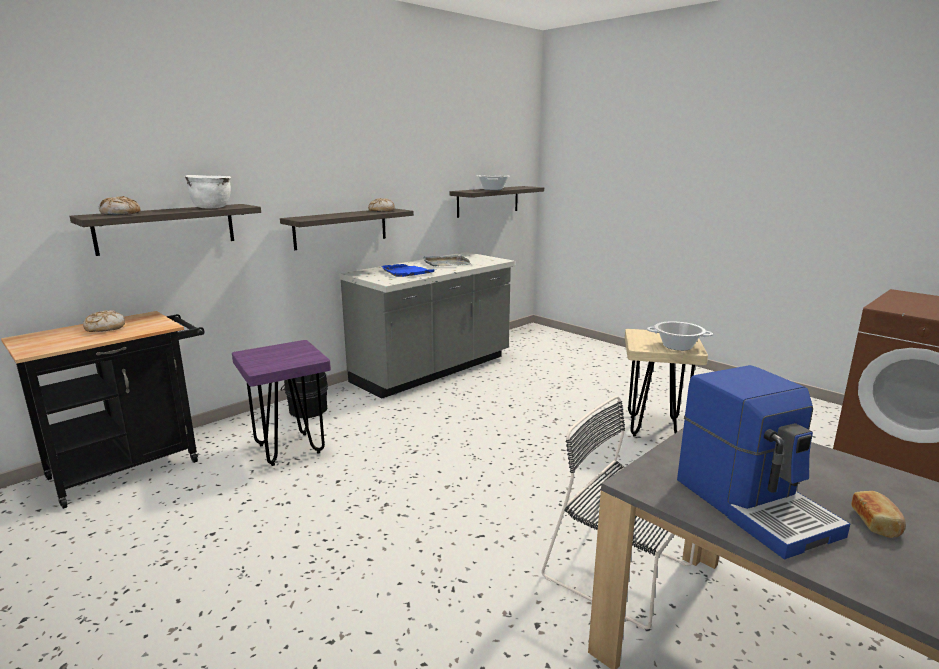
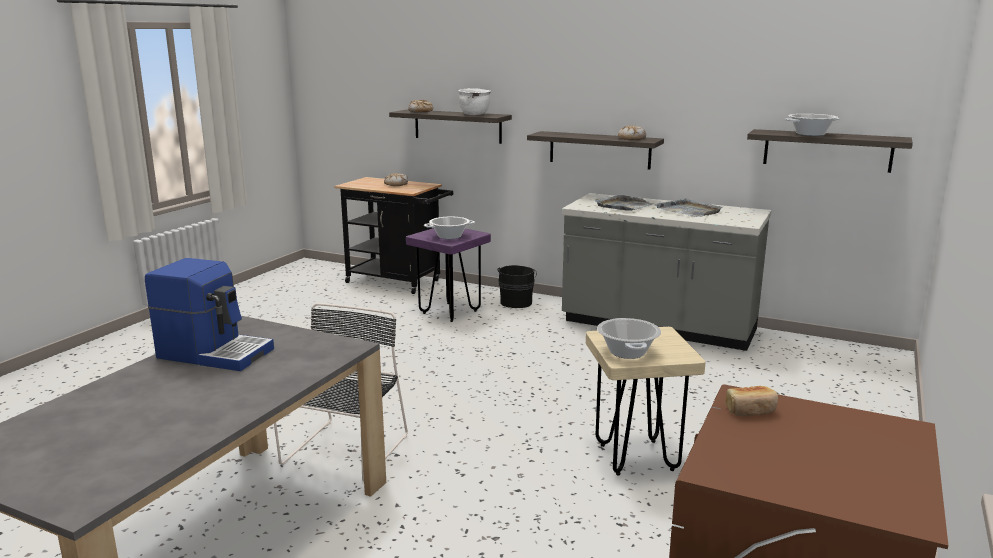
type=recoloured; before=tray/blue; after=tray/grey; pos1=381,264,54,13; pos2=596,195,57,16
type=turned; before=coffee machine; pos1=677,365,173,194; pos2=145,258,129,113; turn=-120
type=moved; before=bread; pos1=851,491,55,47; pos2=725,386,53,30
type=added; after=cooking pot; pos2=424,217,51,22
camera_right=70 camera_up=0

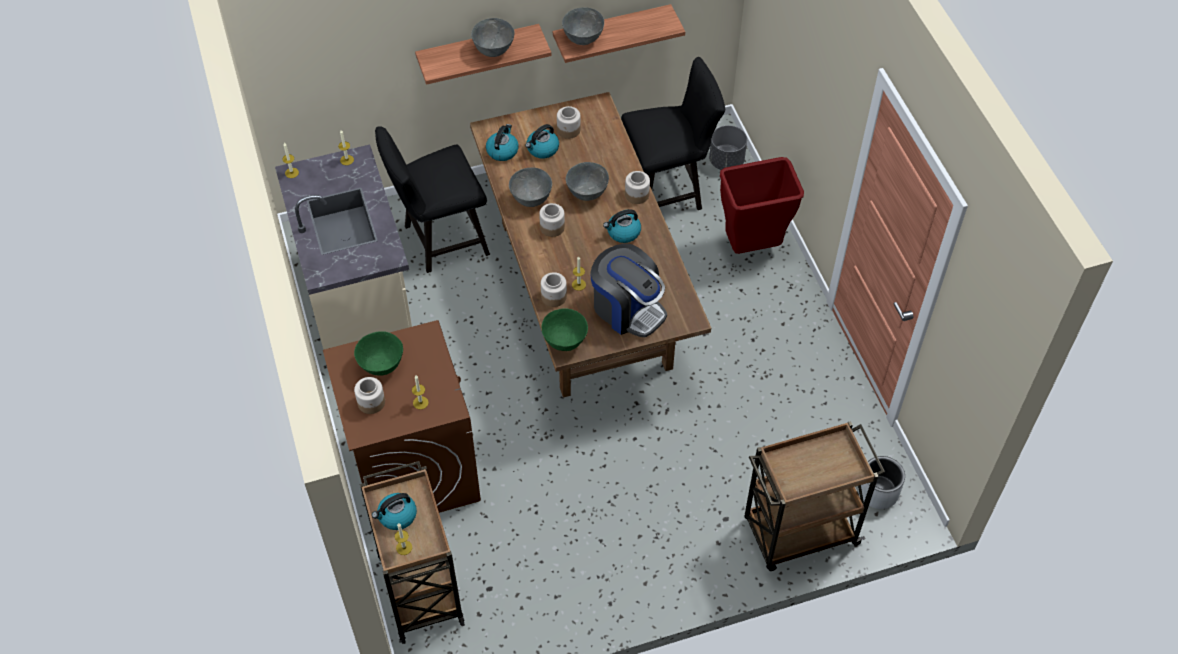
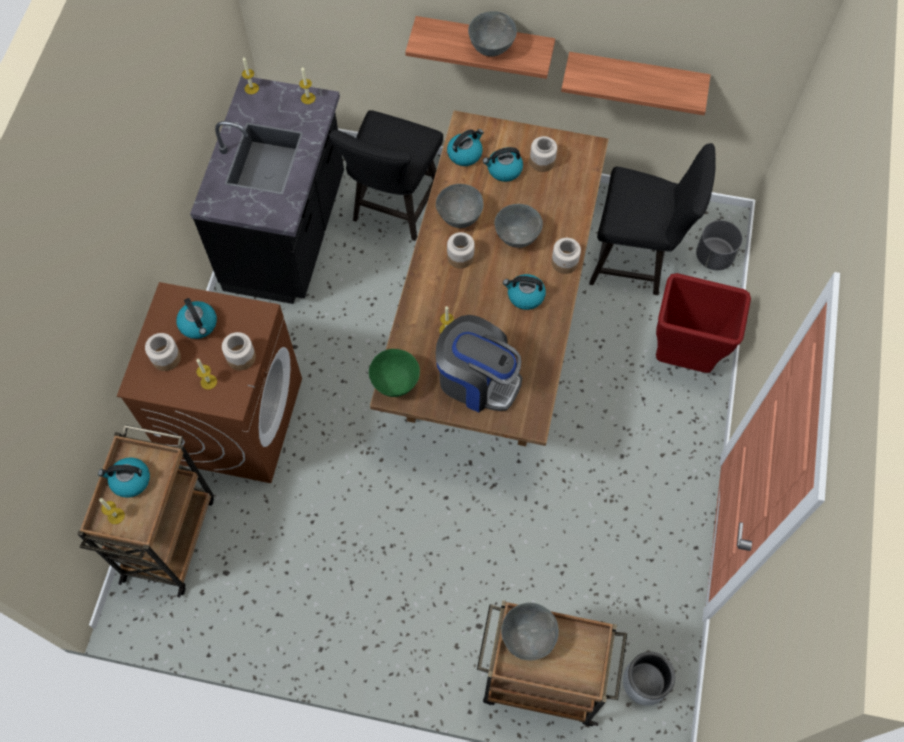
type=recoloured; before=counter/beige; after=counter/black; pos1=275,144,137,206; pos2=190,75,154,229
type=replaced; before=bowl/green; after=kettle; pos1=354,331,49,45; pos2=176,298,41,41
type=turned; before=chair/black; pos1=375,126,115,147; pos2=329,110,114,131; turn=-75
type=moved; before=jar; pos1=541,272,26,35; pos2=222,332,34,38
type=moved; before=bowl/grey; pos1=562,7,42,38; pos2=501,603,58,57
type=turned; before=coffee machine; pos1=590,243,77,94; pos2=436,315,86,98; turn=-45
camera_right=30 camera_up=10

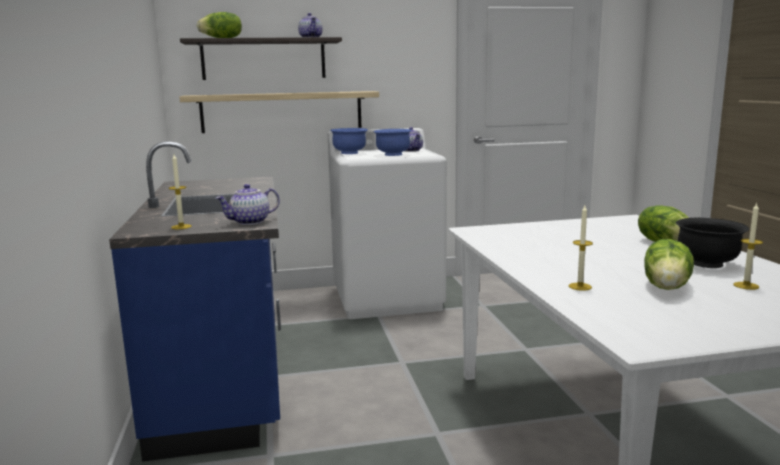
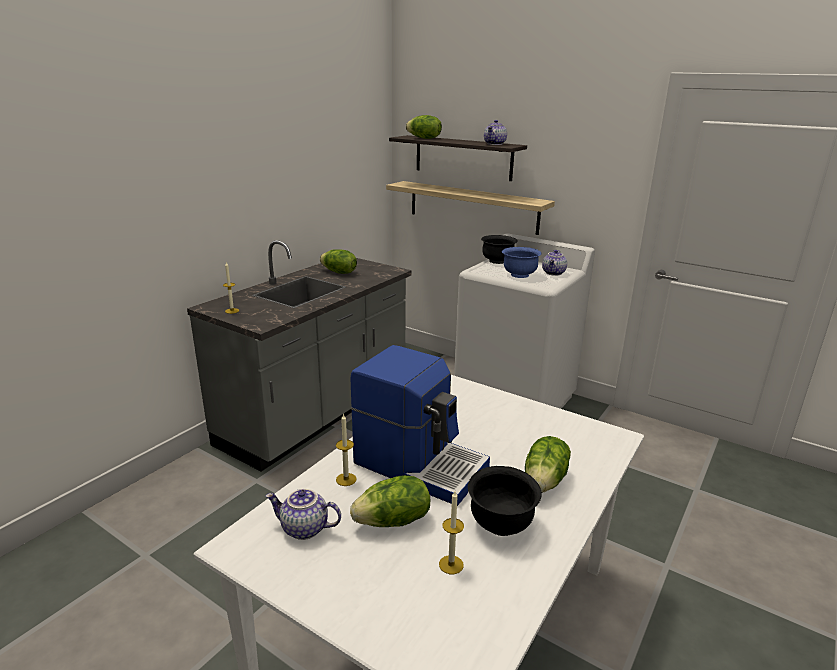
type=recoloured; before=counter/blue; after=counter/grey; pos1=109,142,172,320; pos2=187,240,224,232
type=moved; before=teapot; pos1=216,184,64,41; pos2=266,489,75,51
type=recoloured; before=bowl/blue; after=bowl/black; pos1=330,128,38,26; pos2=481,235,37,29
type=added; after=lettuce; pos2=320,249,37,25
type=added; after=coffee machine; pos2=351,345,139,161
camera_right=45 camera_up=10

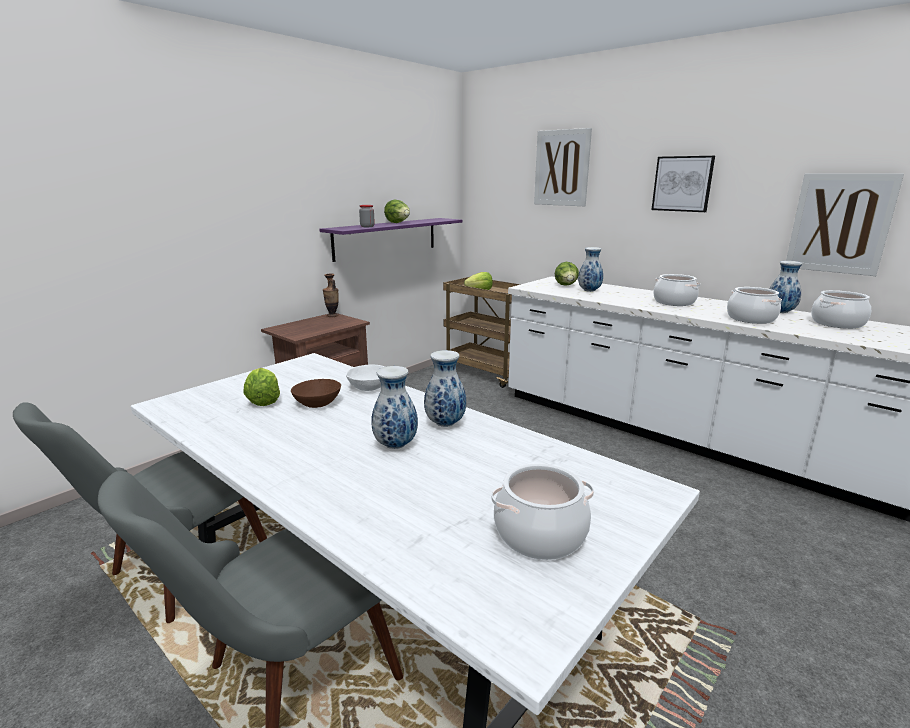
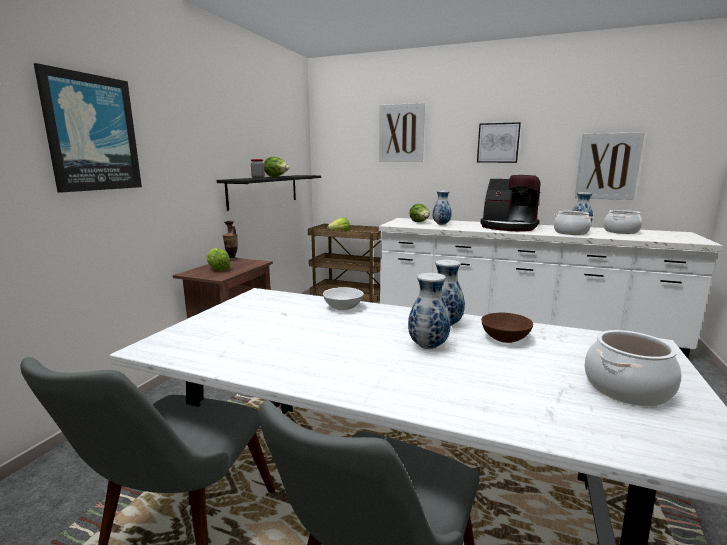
type=moved; before=lettuce; pos1=243,368,37,38; pos2=206,248,24,23
type=moved; before=bowl/brown; pos1=291,379,50,29; pos2=481,312,52,31
type=recoloured; before=shelf/purple; after=shelf/black; pos1=319,218,143,44; pos2=217,175,104,36
type=replaced; before=cooking pot; after=coffee machine; pos1=653,274,47,32; pos2=481,175,59,57
type=added; after=picture; pos2=34,63,108,130
camera_right=-20 camera_up=-5

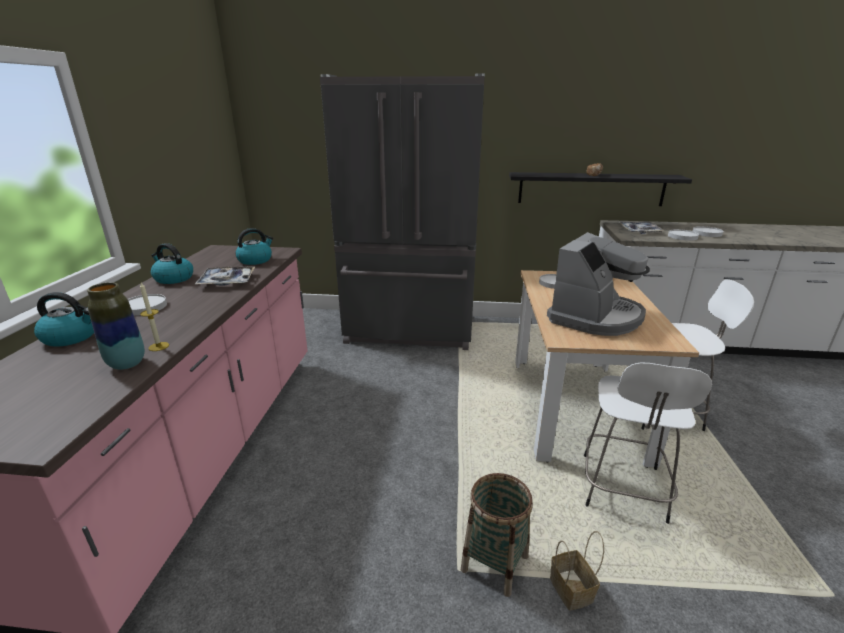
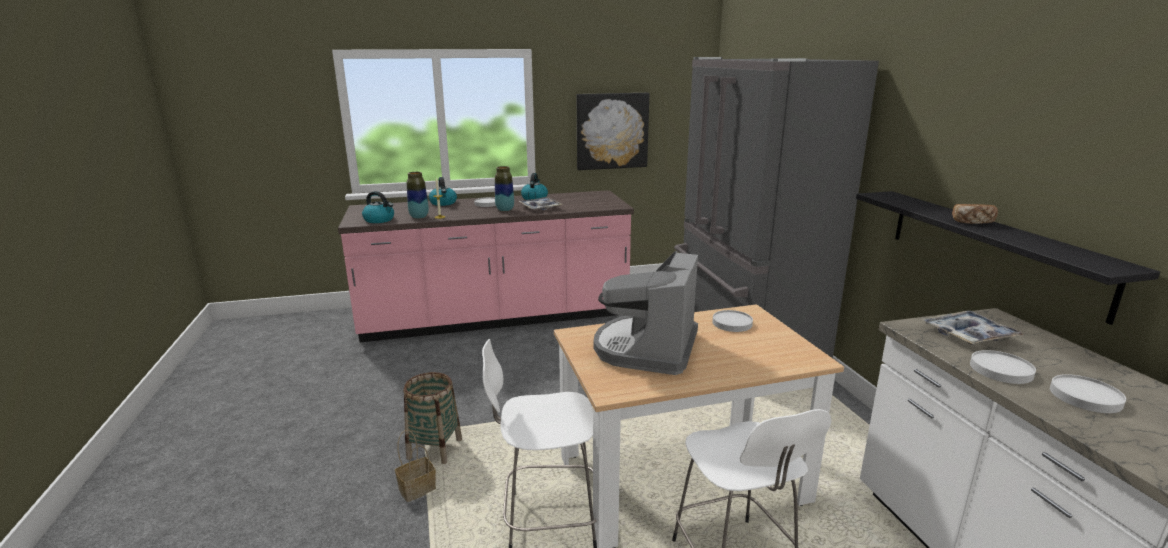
type=moved; before=kettle; pos1=236,228,37,37; pos2=362,191,32,32
type=turned; before=coffee machine; pos1=547,232,103,104; pos2=594,251,104,124; turn=90
type=added; after=vase; pos2=495,166,19,45
type=added; after=picture; pos2=577,93,73,77
camera_right=70 camera_up=-5

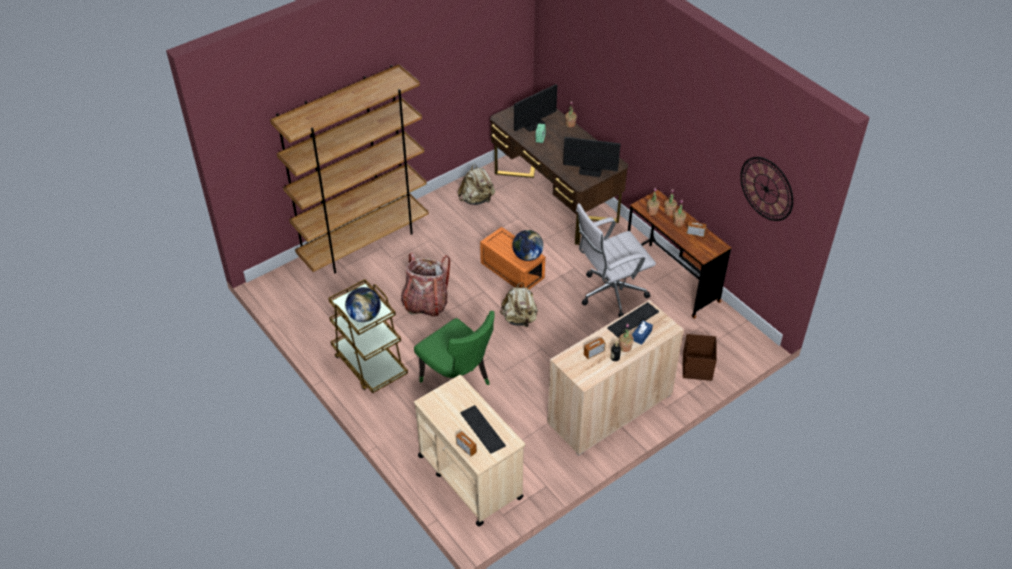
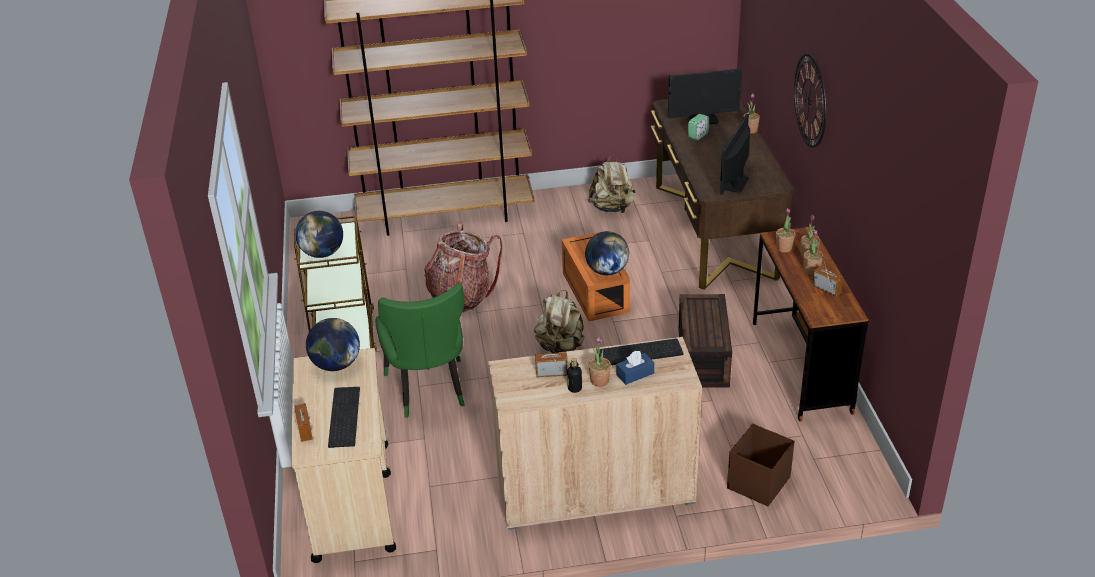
type=turned; before=monitor; pos1=563,137,58,40; pos2=720,114,30,81; turn=75
type=replaced; before=office chair/white; after=storage box/brown; pos1=576,203,80,115; pos2=678,294,54,94
type=moved; before=wall clock; pos1=740,157,53,64; pos2=794,54,32,94
type=added; after=globe; pos2=306,318,54,53
camera_right=30 camera_up=-10

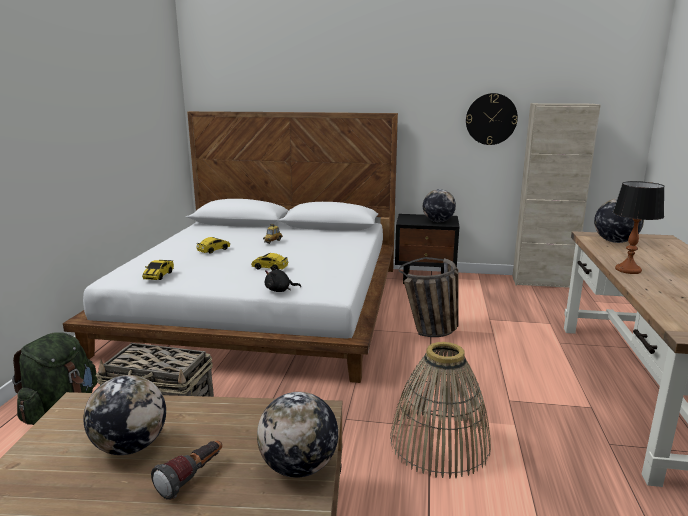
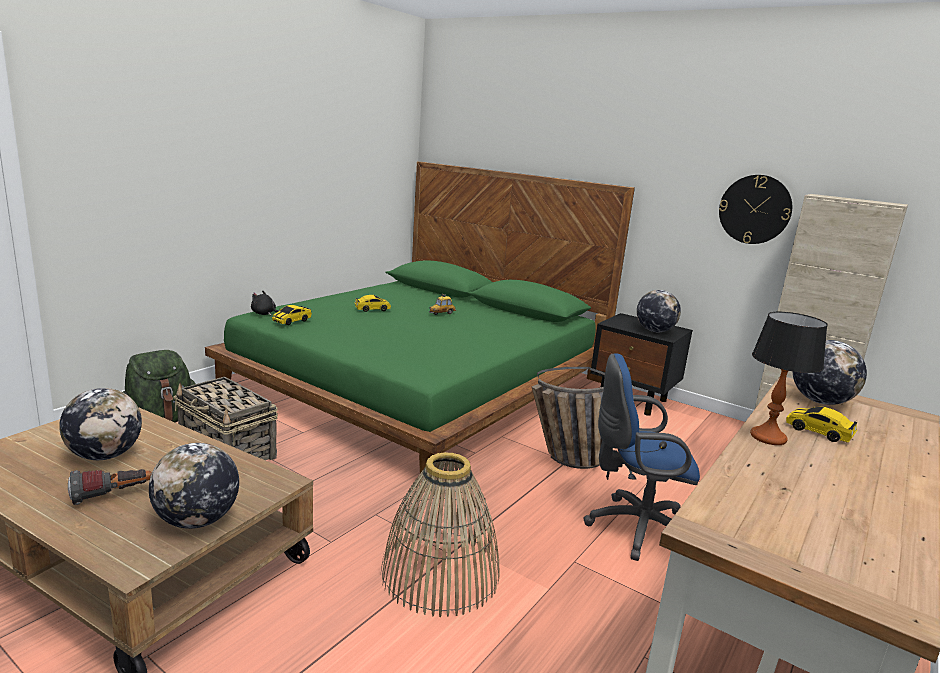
type=recoloured; before=bed/white; after=bed/green; pos1=63,111,335,272; pos2=205,162,430,319
type=moved; before=toy car; pos1=251,253,37,17; pos2=786,407,72,36
type=moved; before=plush toy/black; pos1=265,266,36,26; pos2=251,291,28,25
type=added; after=office chair/blue; pos2=584,353,116,208
camera_right=25 camera_up=0

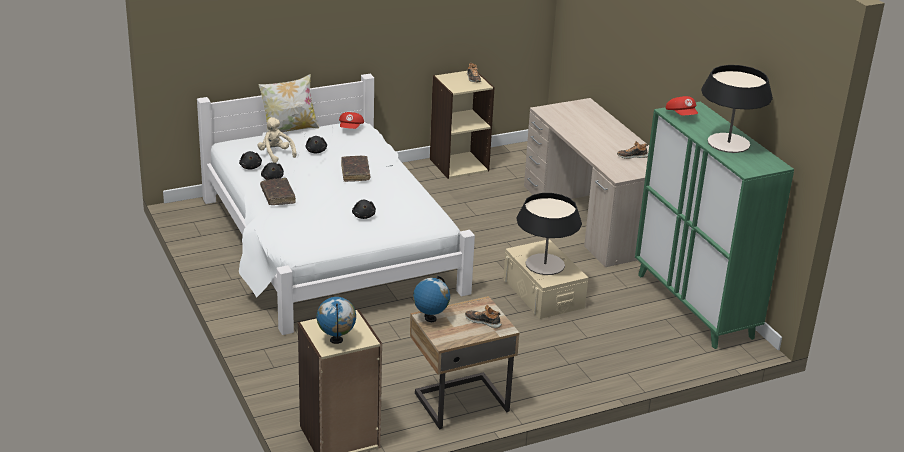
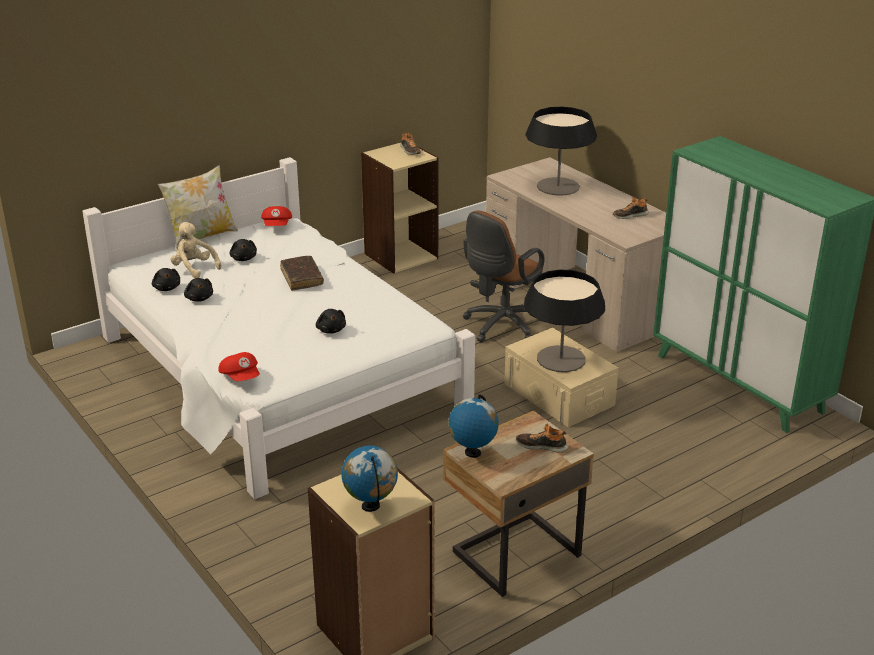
type=removed; before=book/brown; pos1=260,178,36,27
type=moved; before=cap/red; pos1=666,96,32,19; pos2=218,352,42,29
type=moved; before=table lamp; pos1=701,65,72,88; pos2=525,107,72,89
type=added; after=office chair/brown; pos2=463,211,82,131
camera_right=-10 camera_up=0

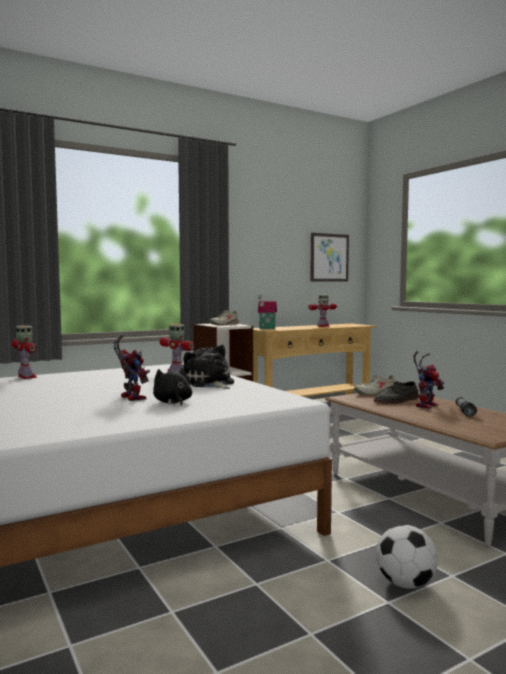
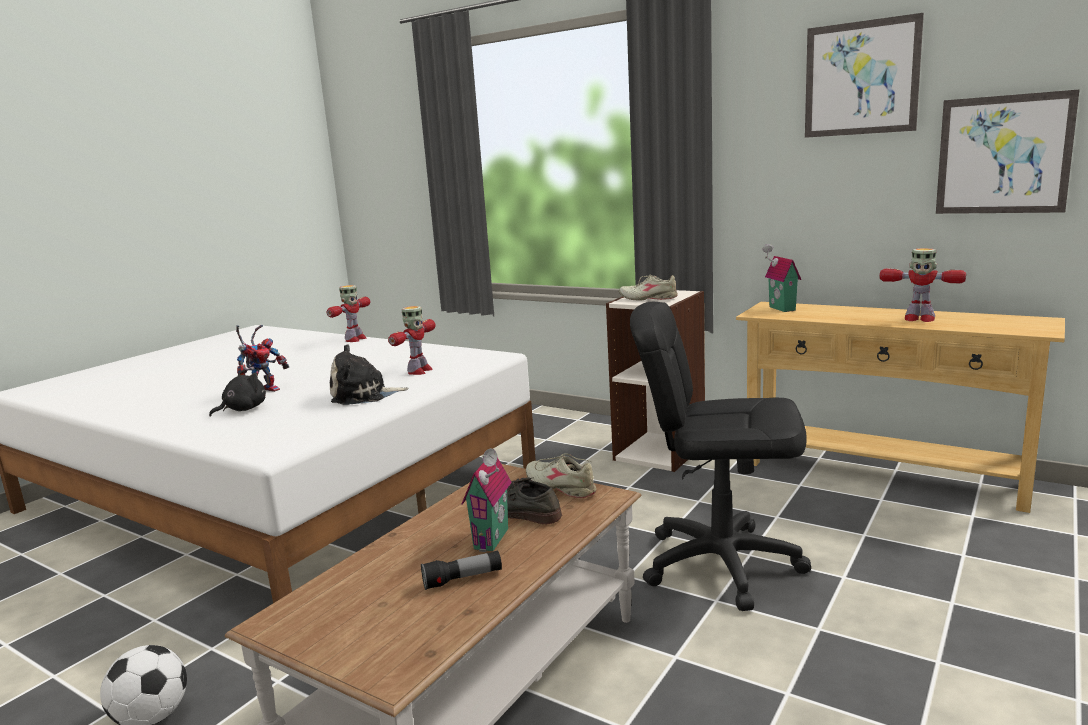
type=turned; before=plush toy; pos1=183,345,51,44; pos2=330,344,79,61; turn=-135
type=replaced; before=toy robot; after=toy house; pos1=413,351,31,58; pos2=461,448,51,104
type=added; after=office chair/black; pos2=630,302,181,309
type=added; after=picture; pos2=805,13,119,125
camera_right=65 camera_up=10

